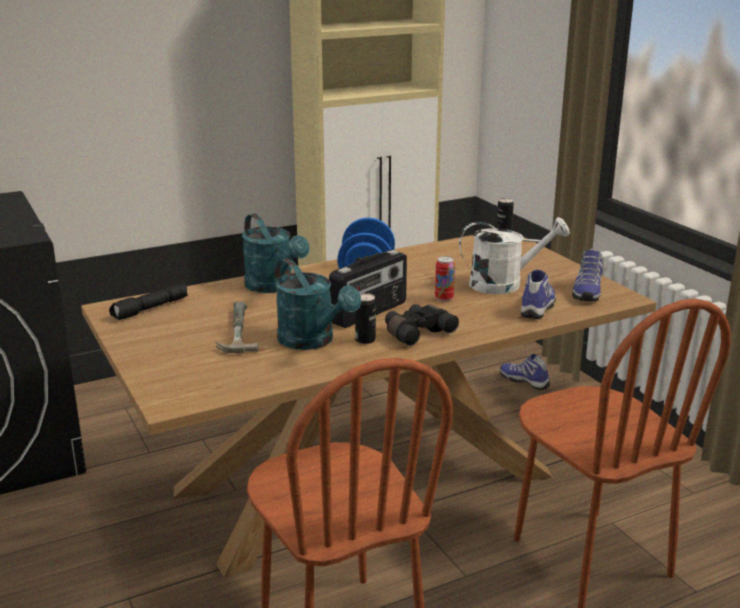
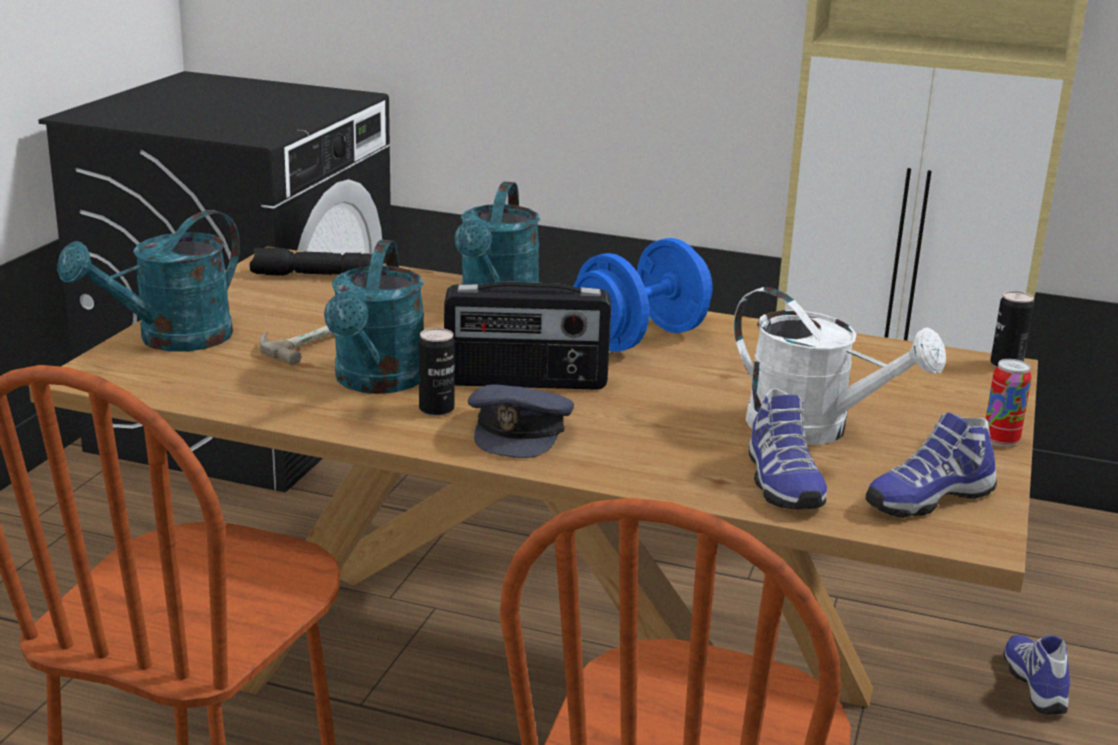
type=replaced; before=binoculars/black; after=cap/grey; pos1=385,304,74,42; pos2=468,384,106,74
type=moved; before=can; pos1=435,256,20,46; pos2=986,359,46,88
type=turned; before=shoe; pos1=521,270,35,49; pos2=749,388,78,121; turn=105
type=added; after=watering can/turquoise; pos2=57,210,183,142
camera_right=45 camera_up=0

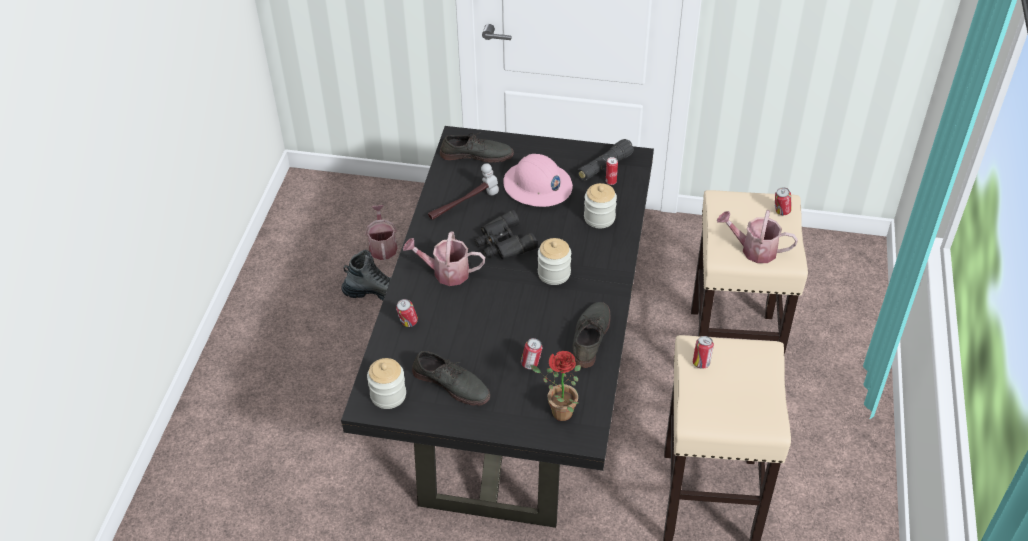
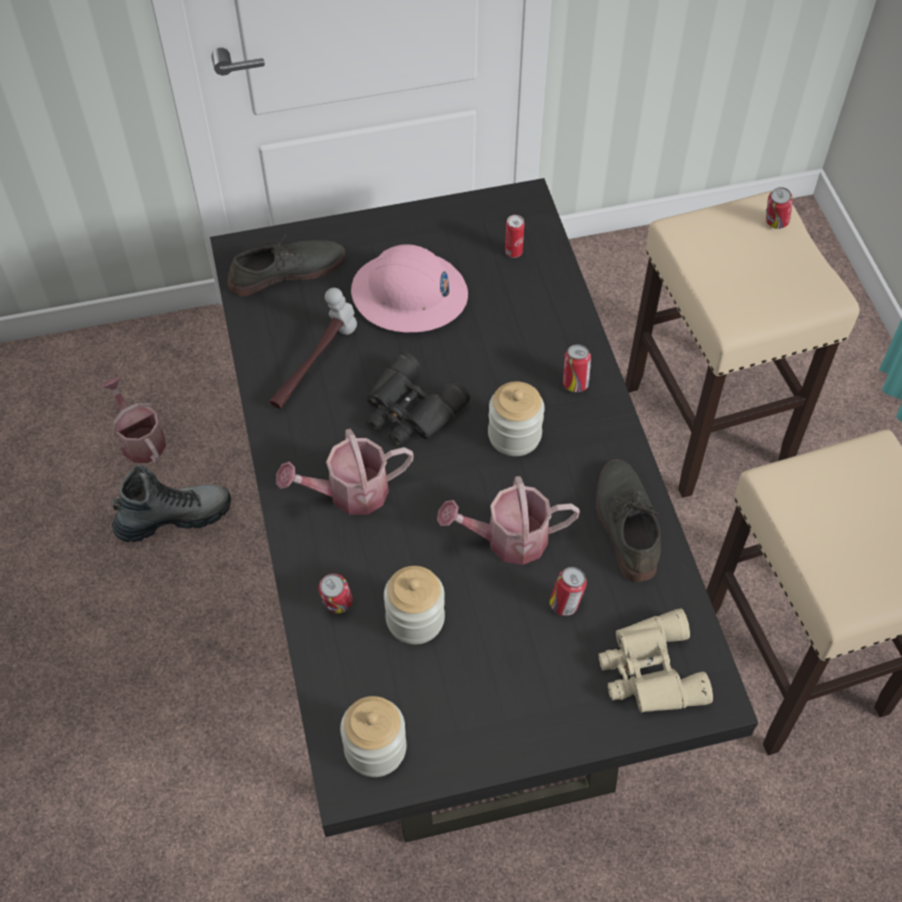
type=removed; before=shoe/grey; pos1=412,351,78,55
type=replaced; before=potted plant; after=binoculars/beige; pos1=530,351,51,70; pos2=599,609,114,103
type=removed; before=flashlight/black; pos1=577,139,57,42
type=moved; before=jar; pos1=584,183,33,45; pos2=384,566,61,78
type=moved; before=can; pos1=693,336,21,33; pos2=563,345,28,47
type=moved; before=watering can; pos1=717,210,81,53; pos2=437,476,143,89
camera_right=-25 camera_up=10

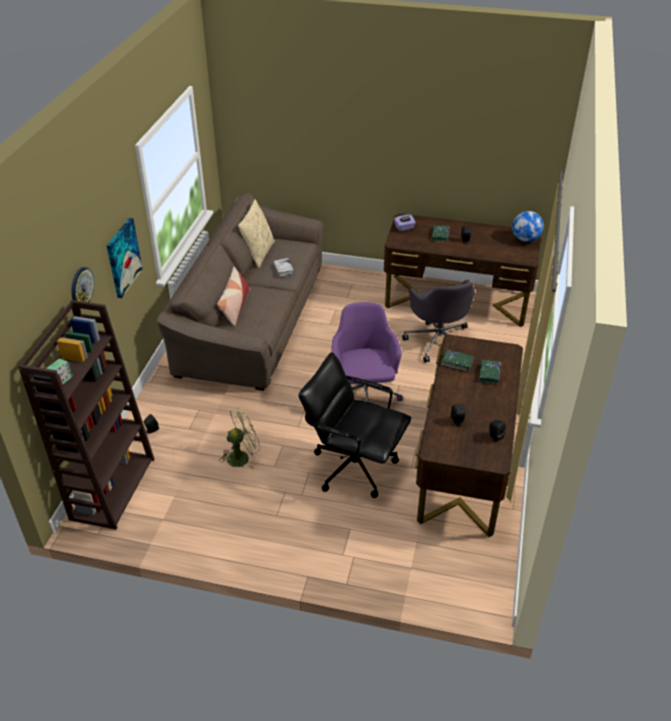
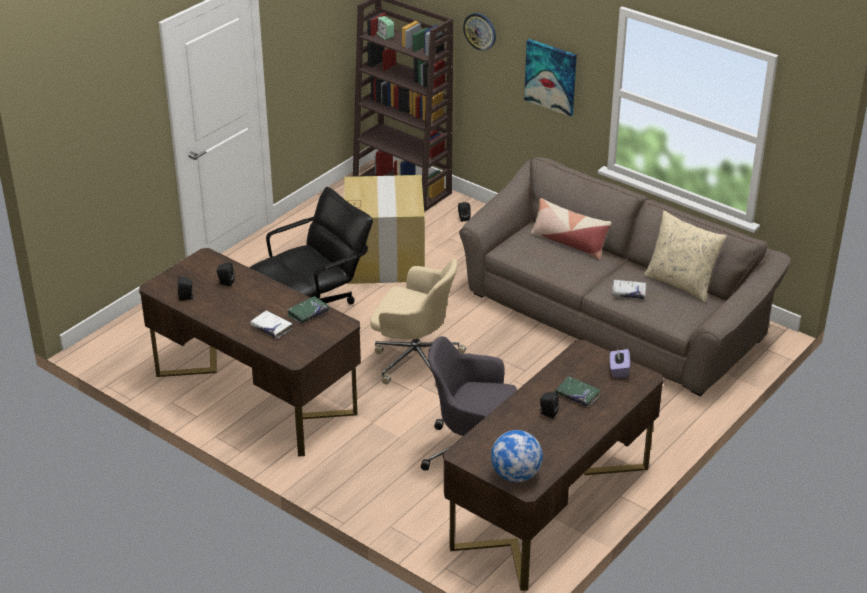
type=replaced; before=fan/green; after=cardboard box; pos1=219,407,42,62; pos2=345,175,80,109
type=recoloured; before=office chair/purple; after=office chair/beige; pos1=331,302,72,100; pos2=370,259,96,128
type=recoloured; before=book/green; after=book/white; pos1=479,359,22,24; pos2=250,310,42,29
camera_right=115 camera_up=-5

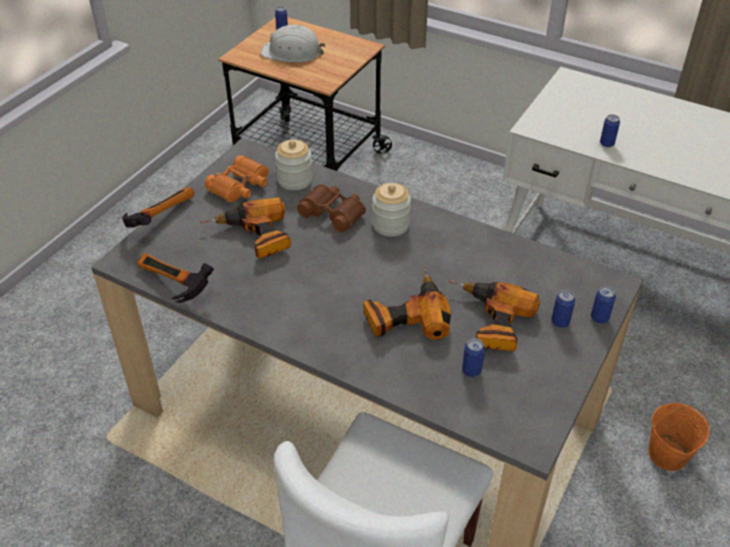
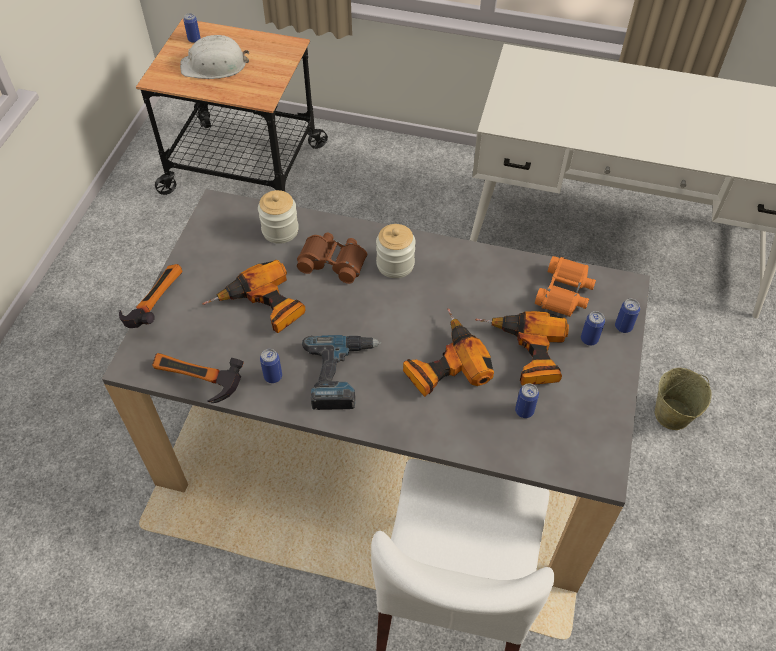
type=moved; before=binoculars/orange; pos1=205,155,64,47; pos2=535,256,61,61
type=moved; before=can; pos1=600,114,20,33; pos2=260,349,22,34
type=recoloured; before=bucket/orange; after=bucket/beige; pos1=648,403,62,68; pos2=655,368,57,62
type=added; after=power drill; pos2=302,335,79,75
camera_right=-15 camera_up=10

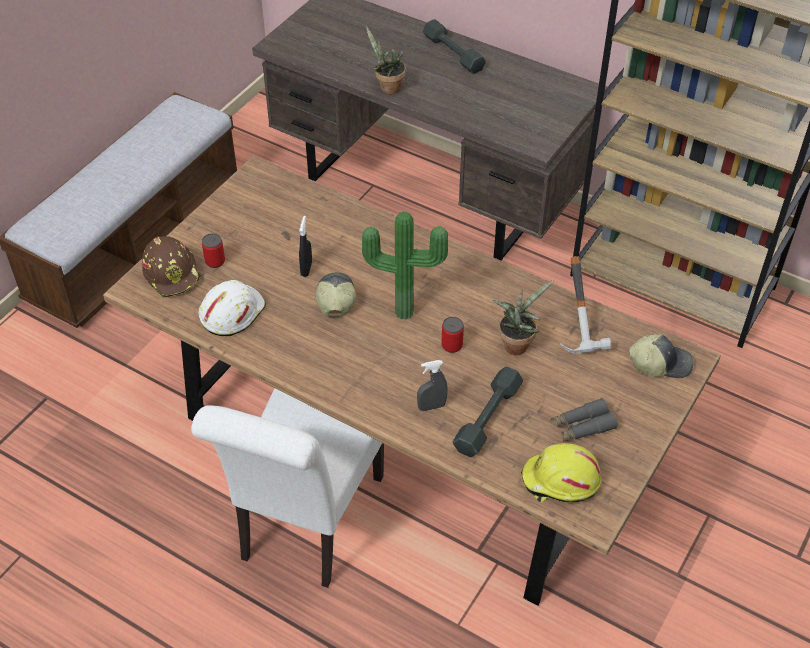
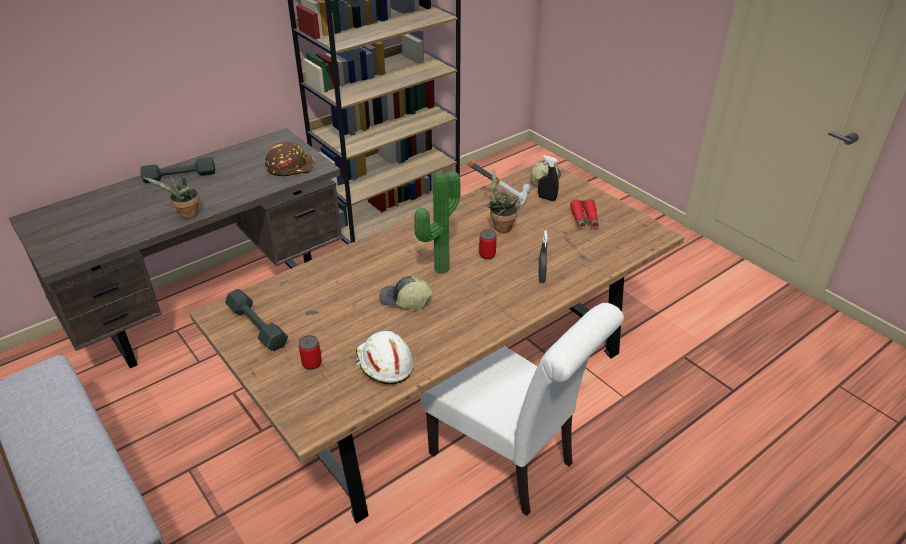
type=moved; before=hard hat/brown; pos1=142,236,59,62; pos2=265,142,50,34
type=moved; before=spray bottle/black; pos1=299,216,13,61; pos2=538,155,21,46
type=moved; before=dumbbell/grey; pos1=453,366,70,91; pos2=225,289,63,62
type=removed; before=hard hat/yellow; pos1=521,443,80,59
type=recoloured; before=binoculars/grey; after=binoculars/red; pos1=550,398,68,44; pos2=570,199,29,30
camera_right=-70 camera_up=-10

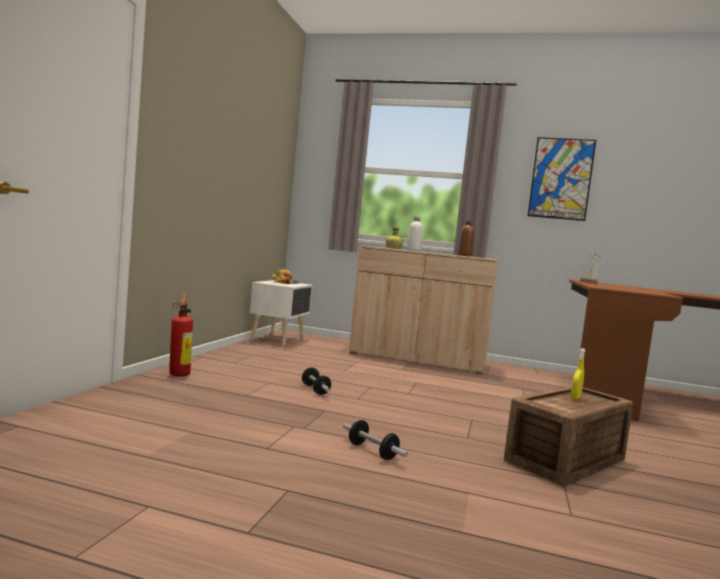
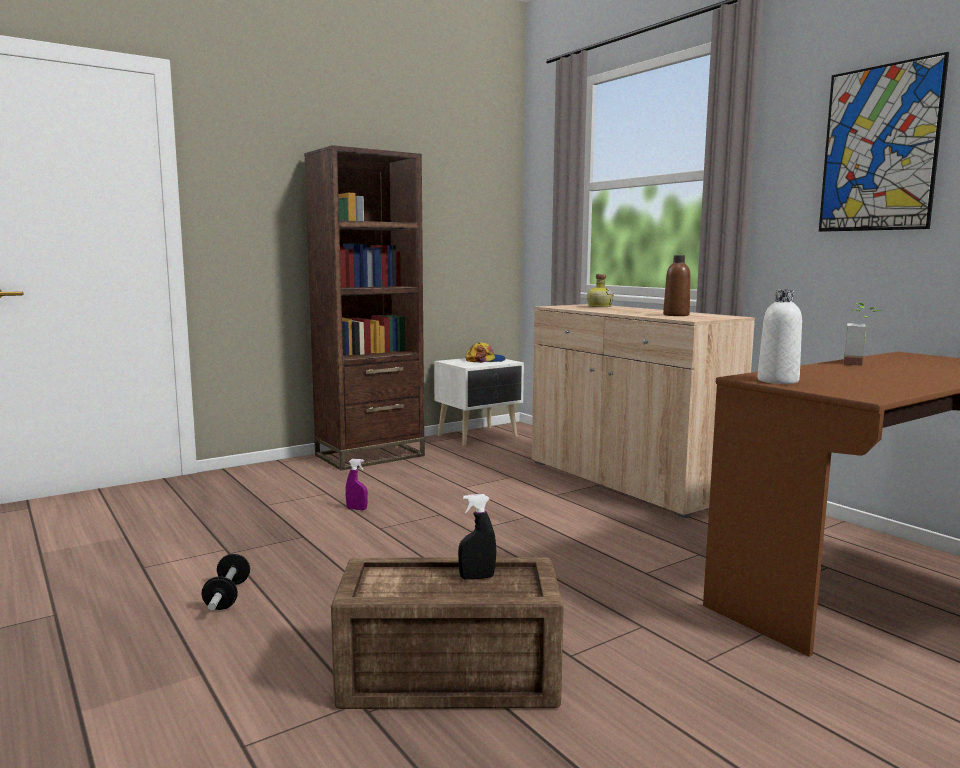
type=removed; before=fire extinguisher; pos1=169,293,24,84
type=replaced; before=dumbbell; after=spray bottle/purple; pos1=302,367,29,28; pos2=345,459,23,51
type=moved; before=bottle/white; pos1=407,217,16,34; pos2=757,290,45,94
type=recoloured; before=spray bottle/yellow; after=spray bottle/black; pos1=571,348,15,51; pos2=458,494,38,86
type=added; after=bookcase/brown; pos2=304,145,121,326
camera_right=40 camera_up=5

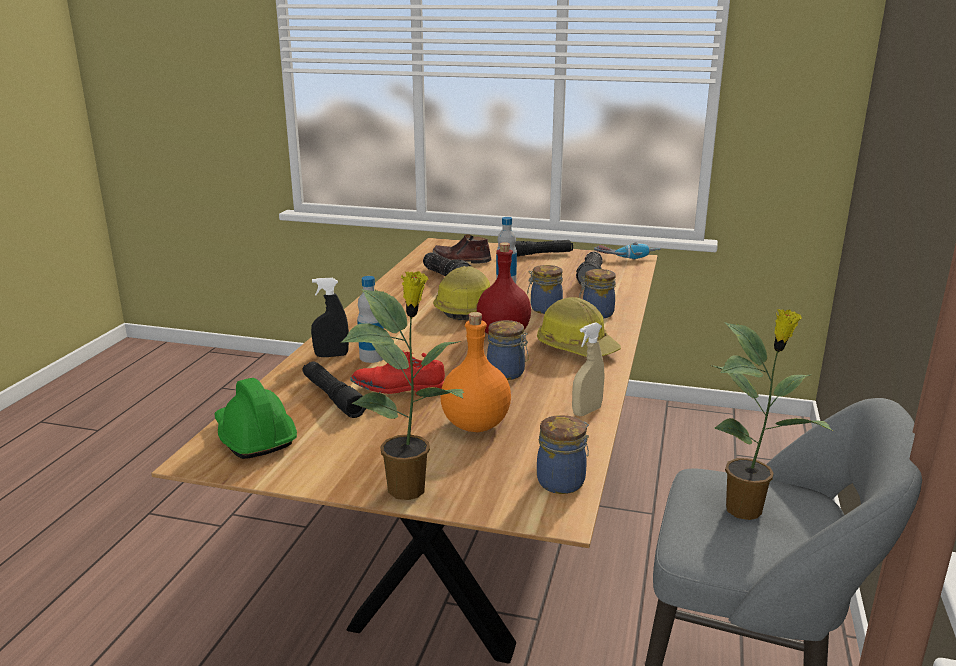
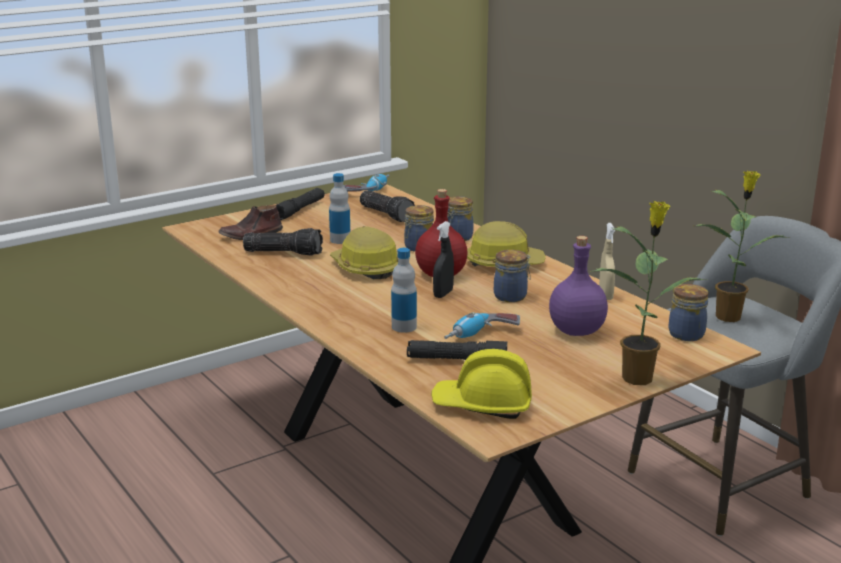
type=recoloured; before=hard hat/green; after=hard hat/yellow; pos1=214,378,83,81; pos2=431,349,101,70
type=moved; before=spray bottle/black; pos1=311,278,38,79; pos2=433,221,21,77
type=replaced; before=shoe/red; after=power drill; pos1=350,350,95,46; pos2=444,312,76,27
type=recoloured; before=bottle/orange; after=bottle/purple; pos1=440,312,71,120; pos2=549,236,59,100
camera_right=-50 camera_up=0

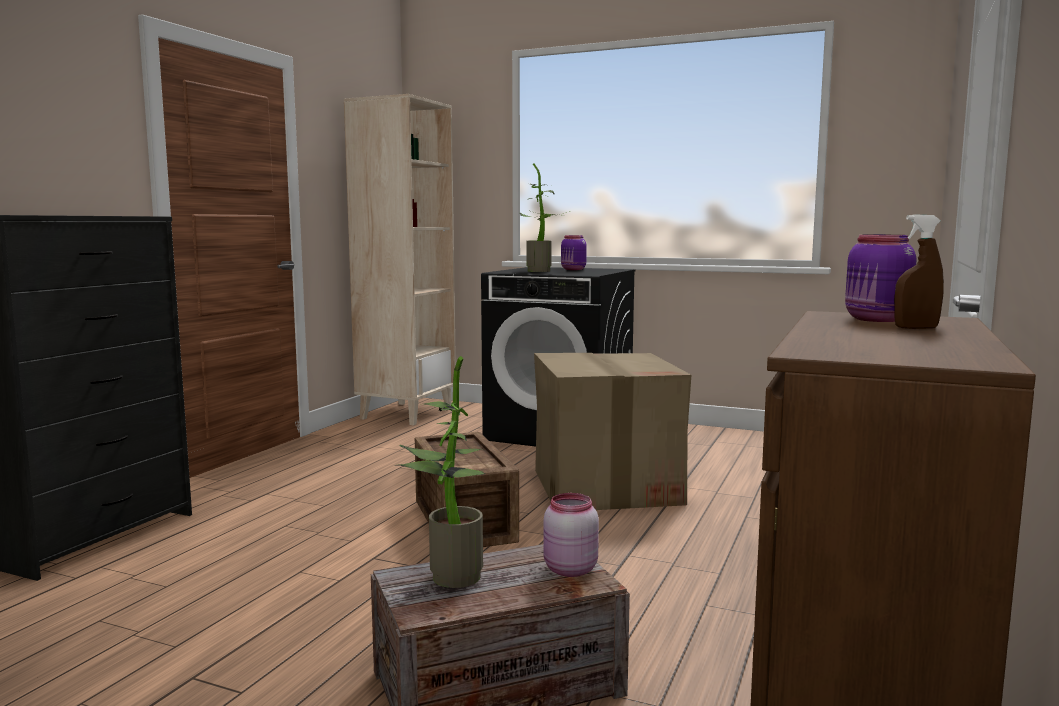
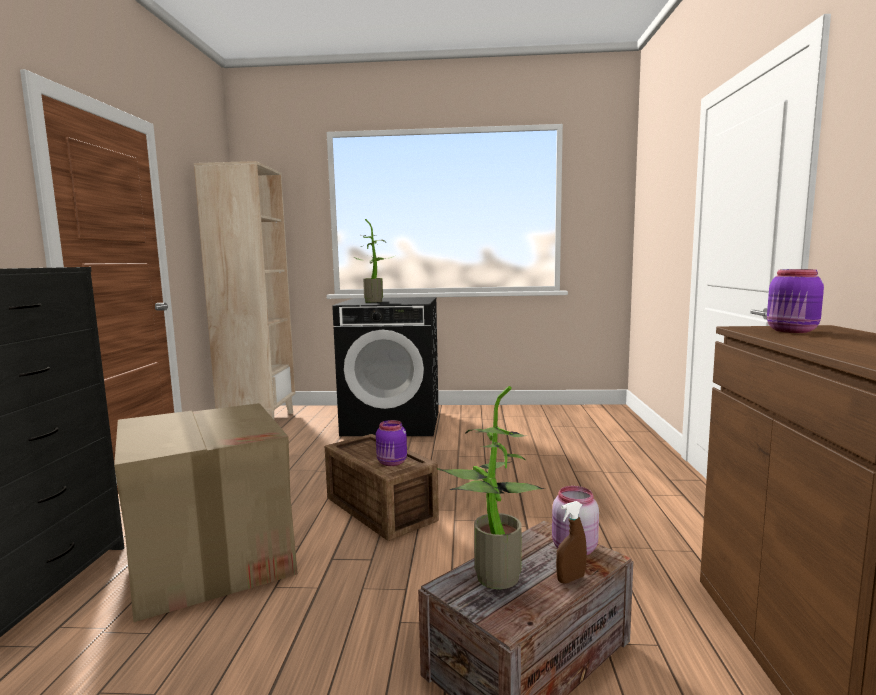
type=moved; before=cardboard box; pos1=534,353,157,157; pos2=114,403,184,220
type=moved; before=jar/purple; pos1=561,235,26,35; pos2=376,420,31,46
type=moved; before=spray bottle/brown; pos1=894,214,50,115; pos2=556,501,31,82
camera_right=-20 camera_up=0

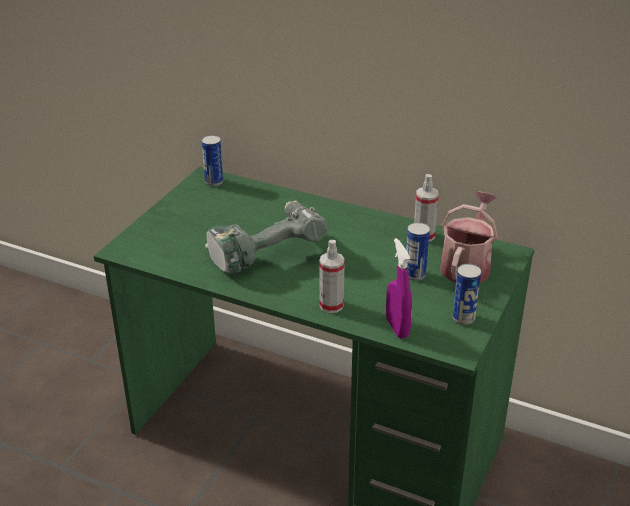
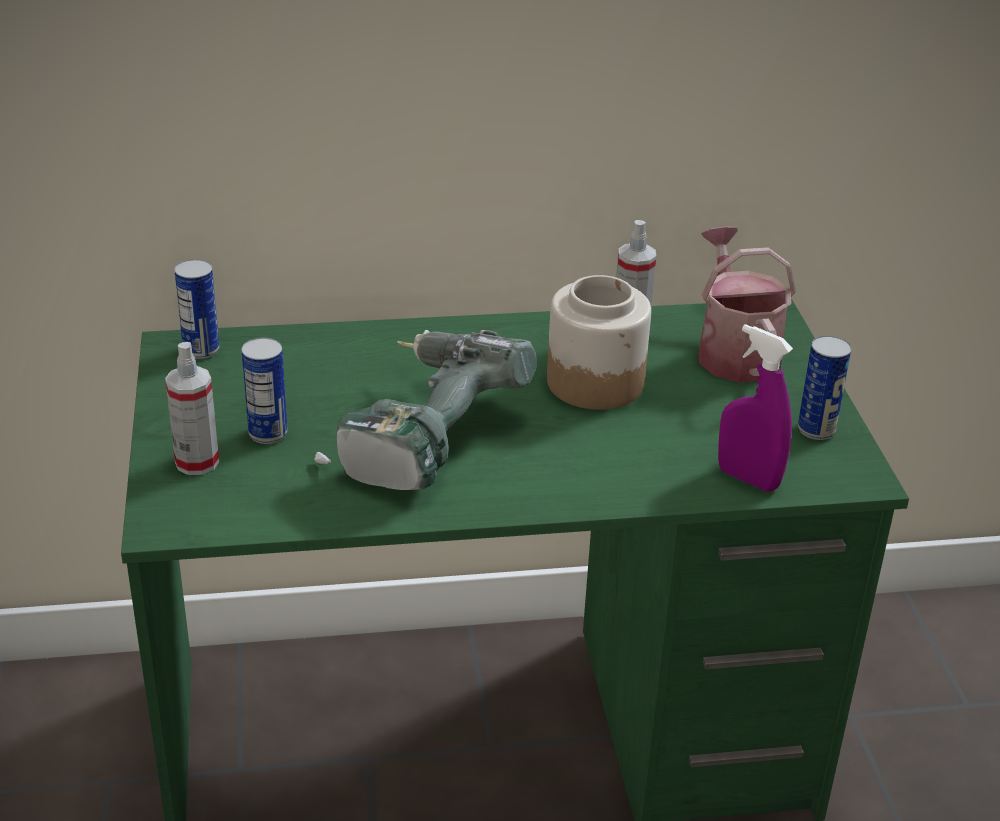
type=moved; before=spray bottle; pos1=319,240,26,73; pos2=165,342,54,133
type=moved; before=can; pos1=406,222,24,59; pos2=242,338,45,106
type=added; after=jar; pos2=547,275,104,135
camera_right=-35 camera_up=0

